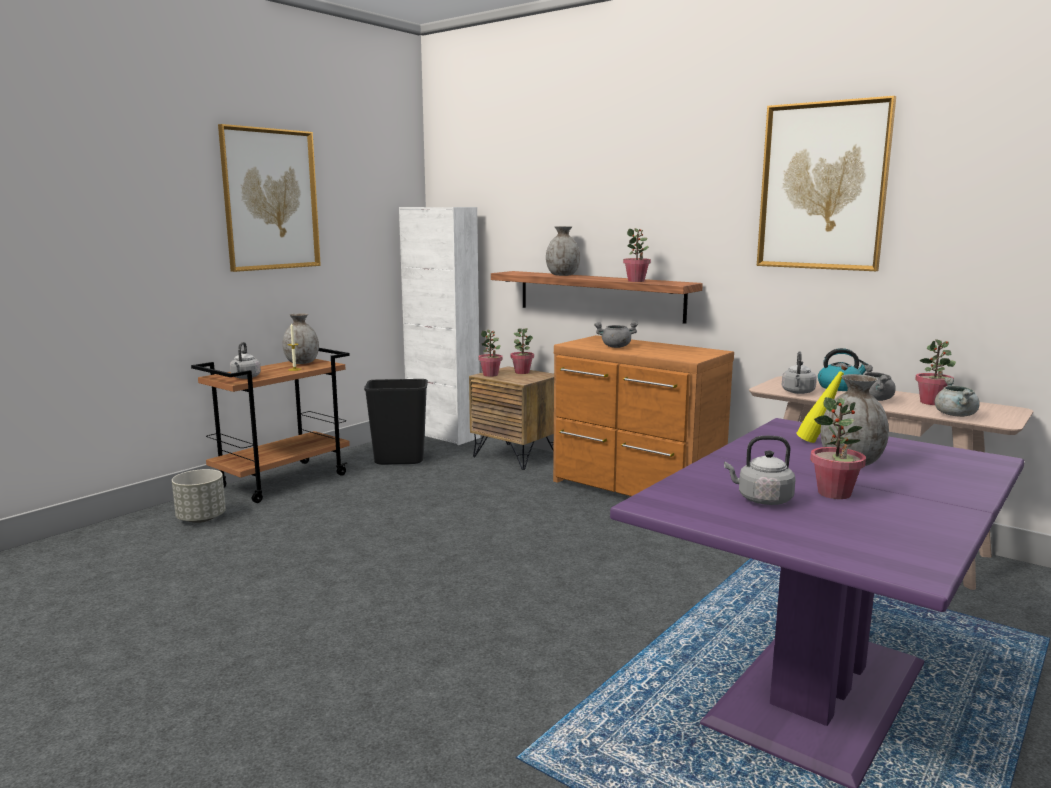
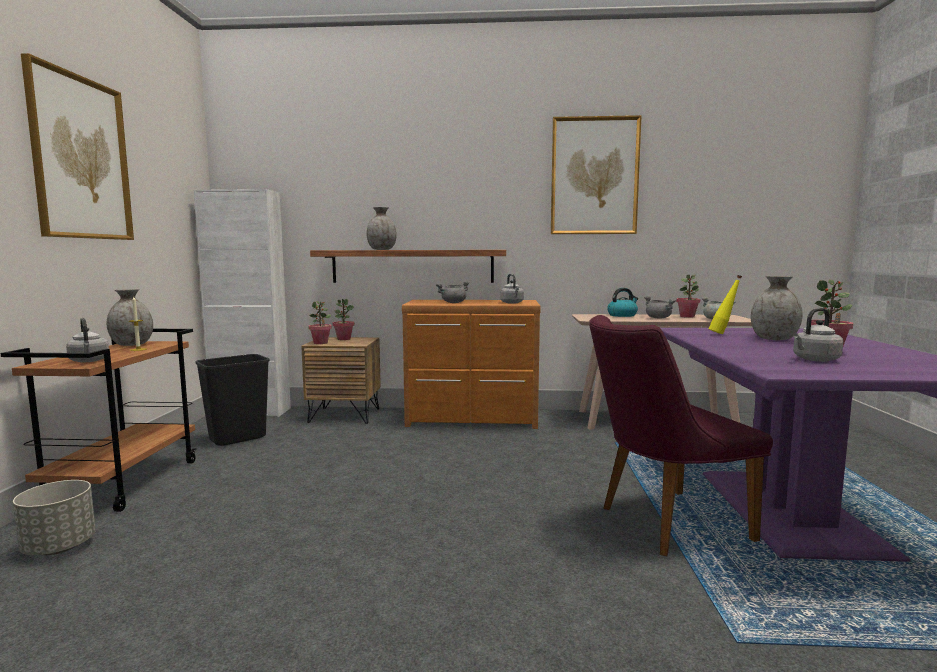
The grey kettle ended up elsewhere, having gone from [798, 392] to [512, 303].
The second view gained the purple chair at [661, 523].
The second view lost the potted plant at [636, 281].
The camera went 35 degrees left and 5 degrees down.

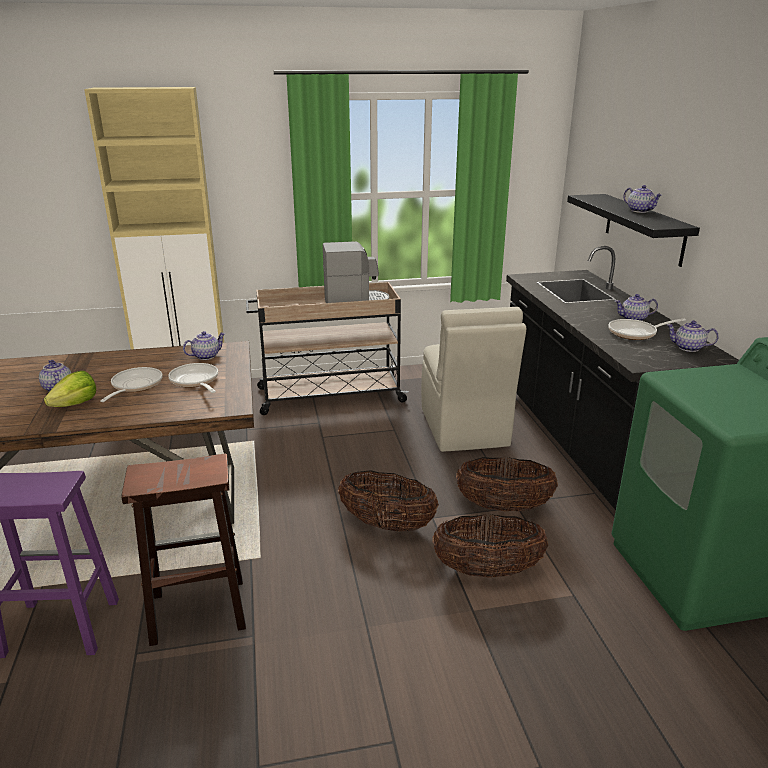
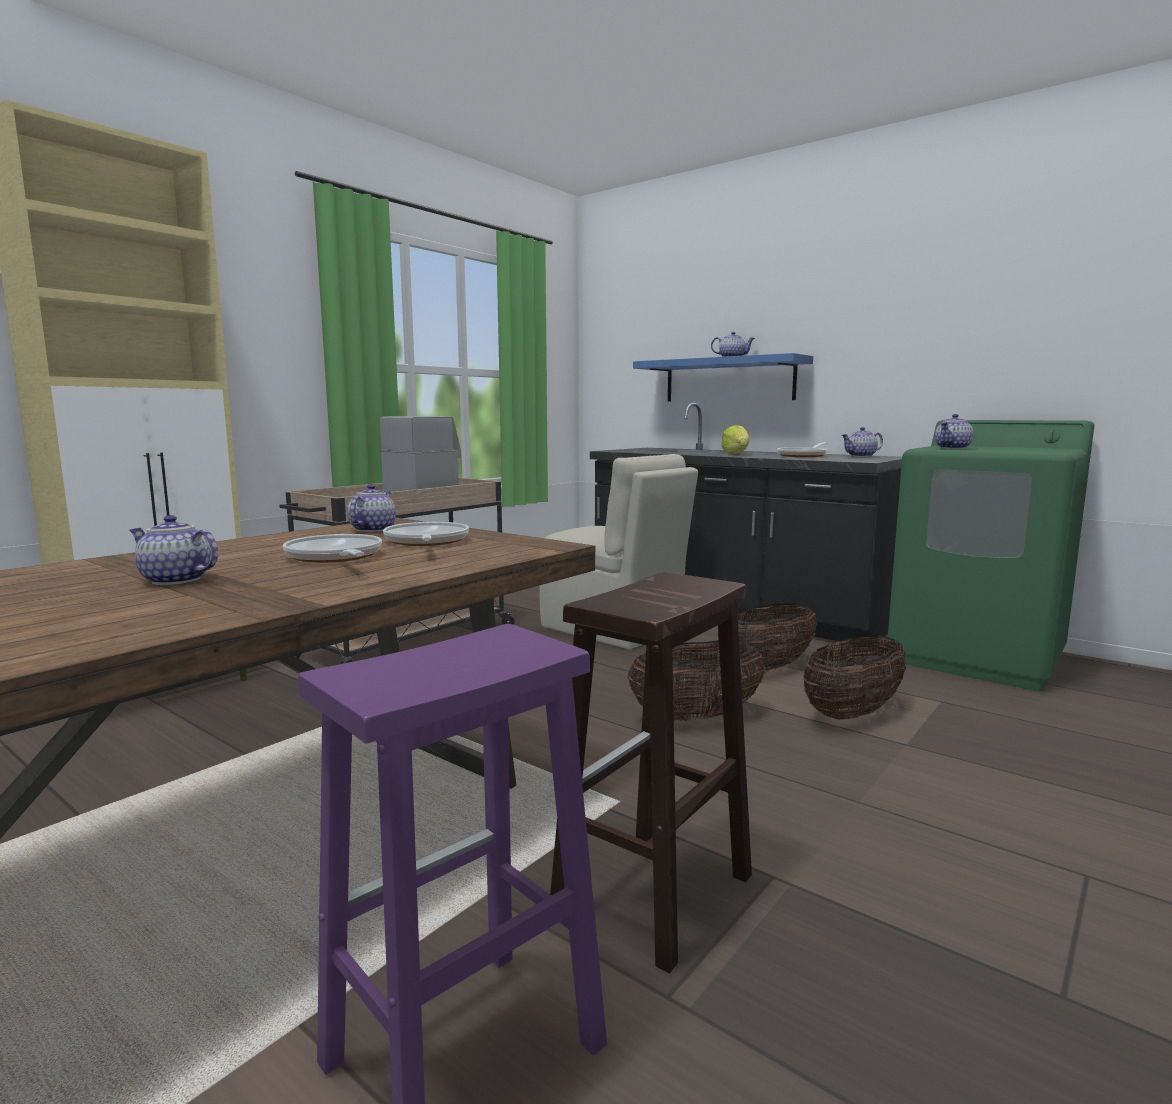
The frying pan at [195, 381] ended up facing another way, 60 degrees clockwise from before.
What was the black shelf at [644, 228] turned into the blue shelf at [729, 380].
The lettuce ended up elsewhere, having gone from [76, 404] to [736, 454].
The teapot ended up elsewhere, having gone from [633, 319] to [953, 448].
The camera went 40 degrees left and 15 degrees down.

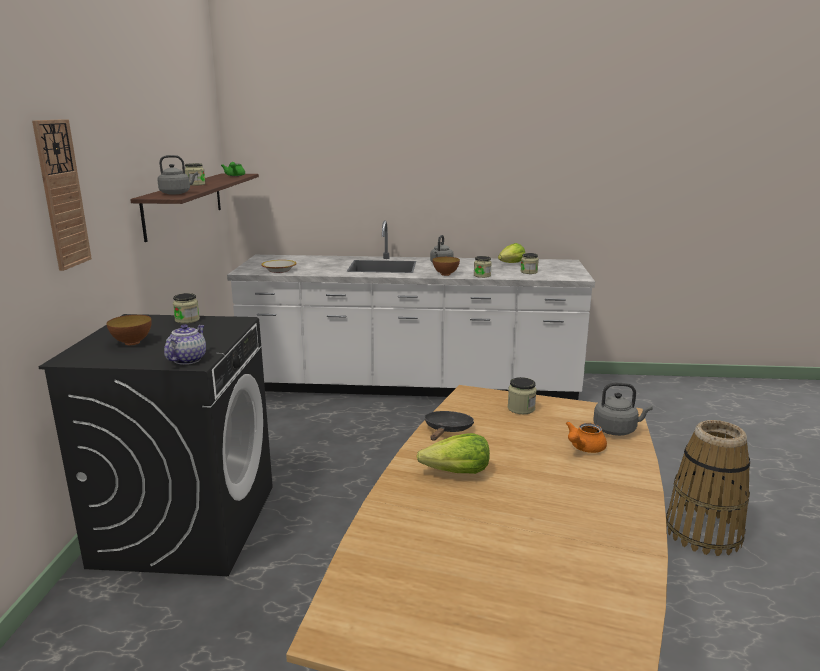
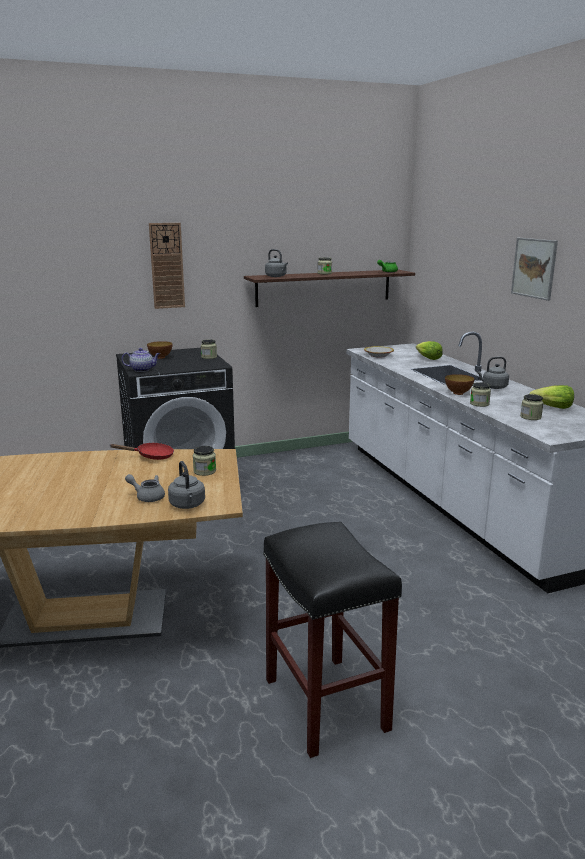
What was the black frying pan at [447, 430] turned into the red frying pan at [151, 456].
What was the orange teapot at [584, 448] turned into the grey teapot at [147, 497].
Where the basket stood at [703, 532], the black stool came to stand at [327, 705].
The lettuce ended up elsewhere, having gone from [457, 473] to [427, 358].
The second view gained the picture at [534, 268].
The camera went 65 degrees right and 0 degrees up.

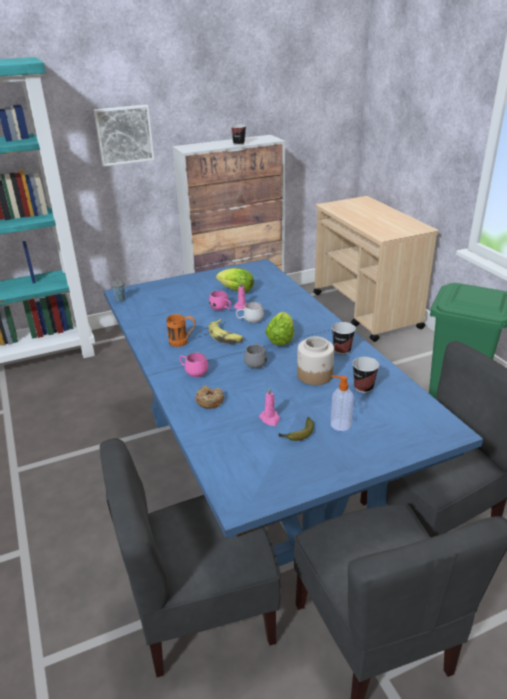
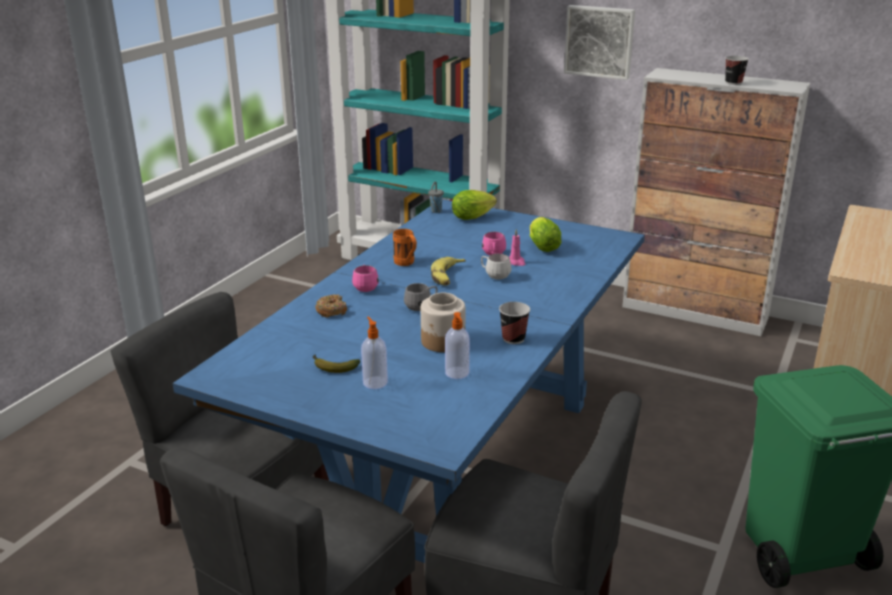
Where the cup stood at [363, 387], the soap dispenser came to stand at [457, 373].
The lettuce ended up elsewhere, having gone from [281, 338] to [474, 217].
The second view lost the pink candle at [270, 419].
The camera went 50 degrees right and 5 degrees down.

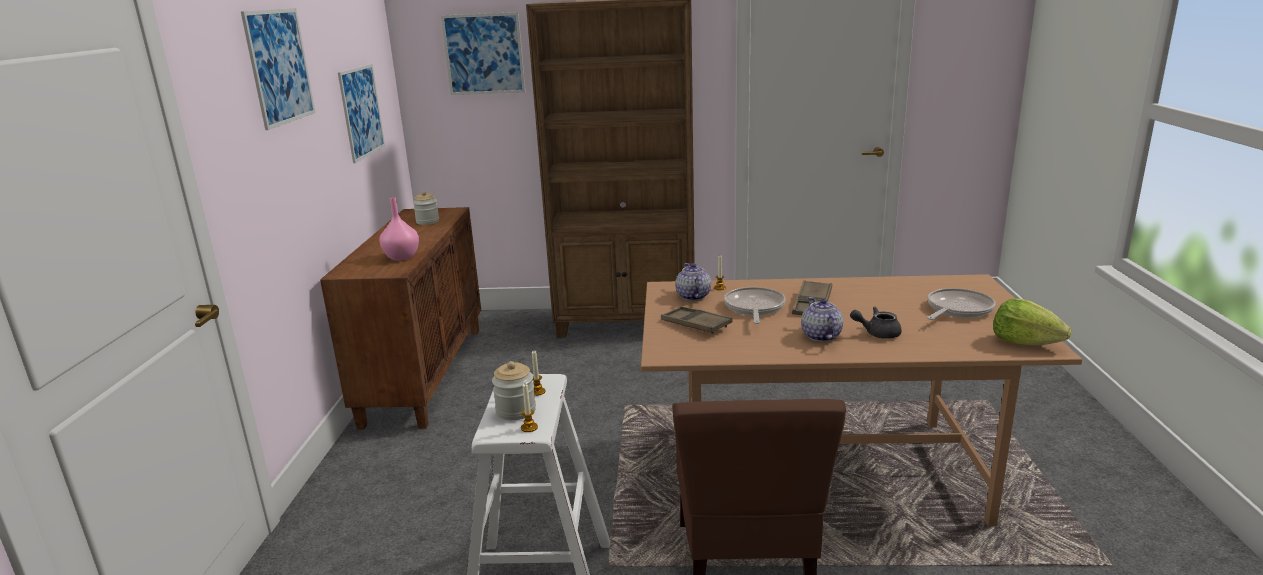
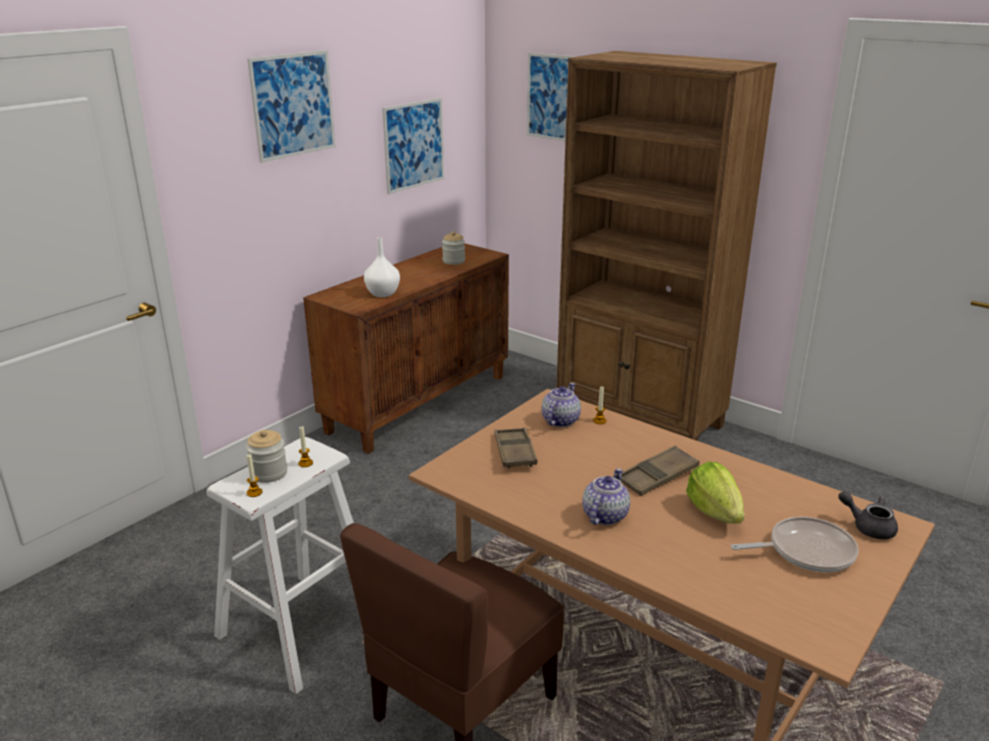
What was the pink vase at [402, 257] turned into the white vase at [383, 294].
The lettuce ended up elsewhere, having gone from [1024, 342] to [714, 512].
The grey teapot ended up elsewhere, having gone from [877, 333] to [868, 526].
The second view lost the frying pan at [754, 308].
The camera went 35 degrees right and 5 degrees up.

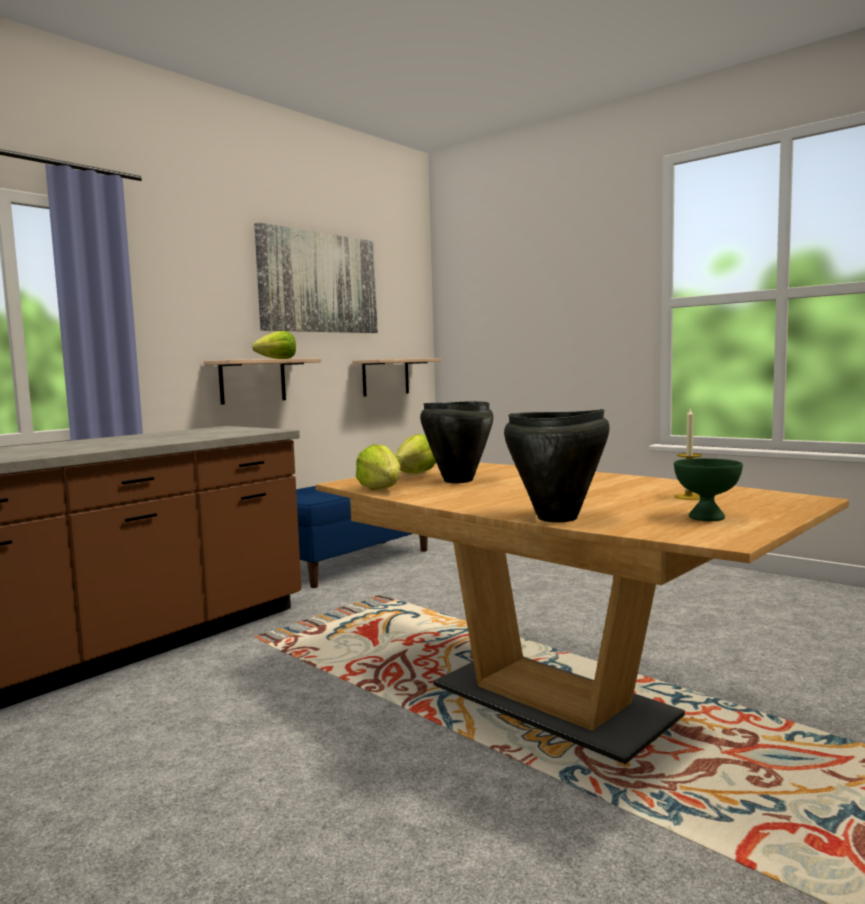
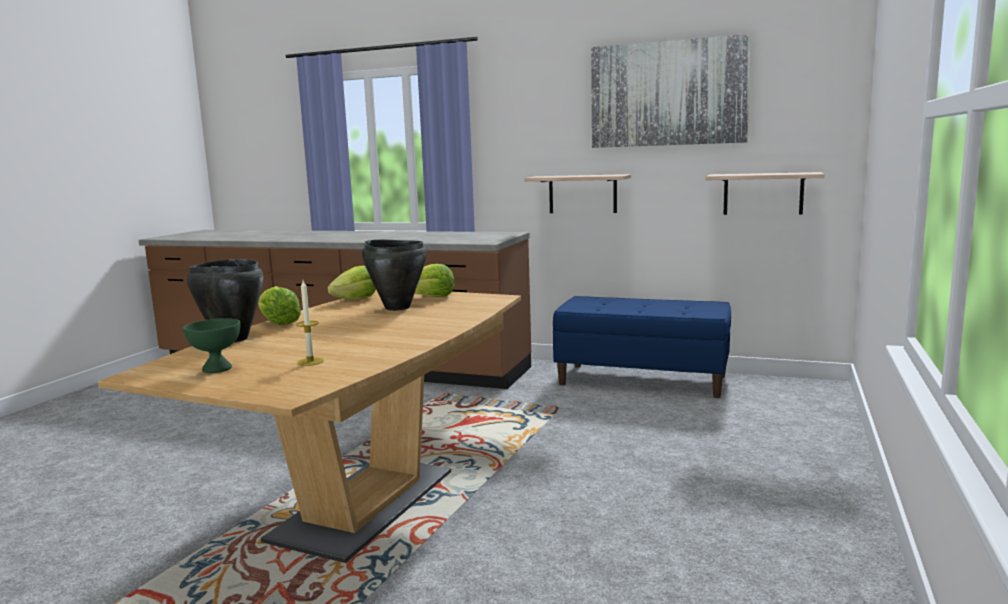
The lettuce ended up elsewhere, having gone from [277, 359] to [278, 323].
The camera went 70 degrees right and 5 degrees up.

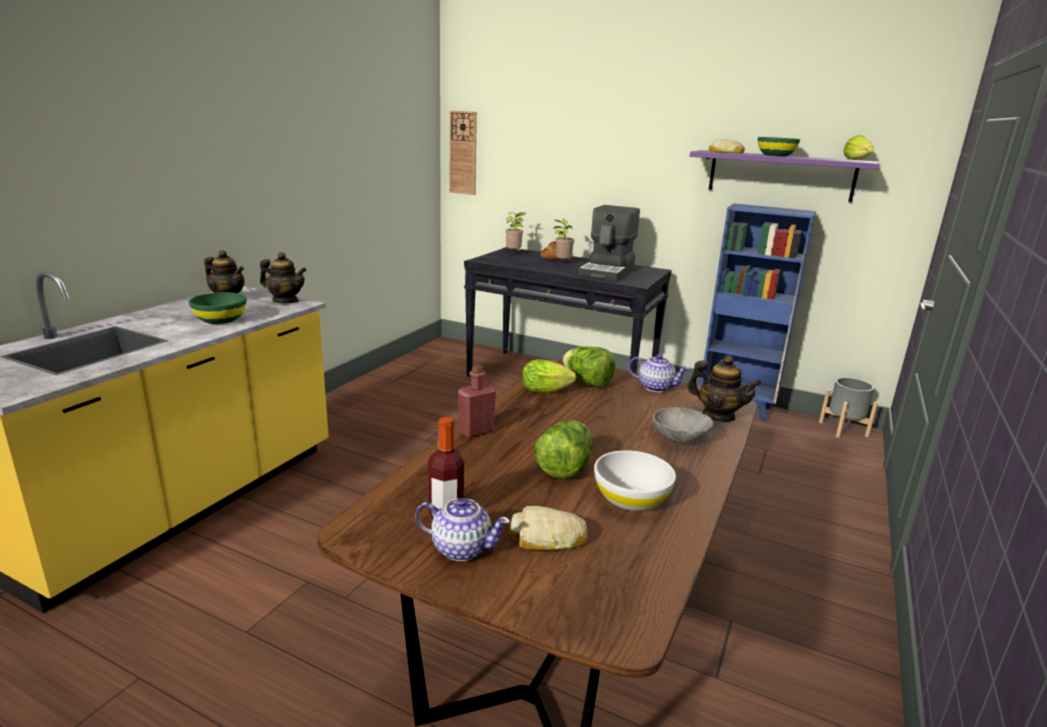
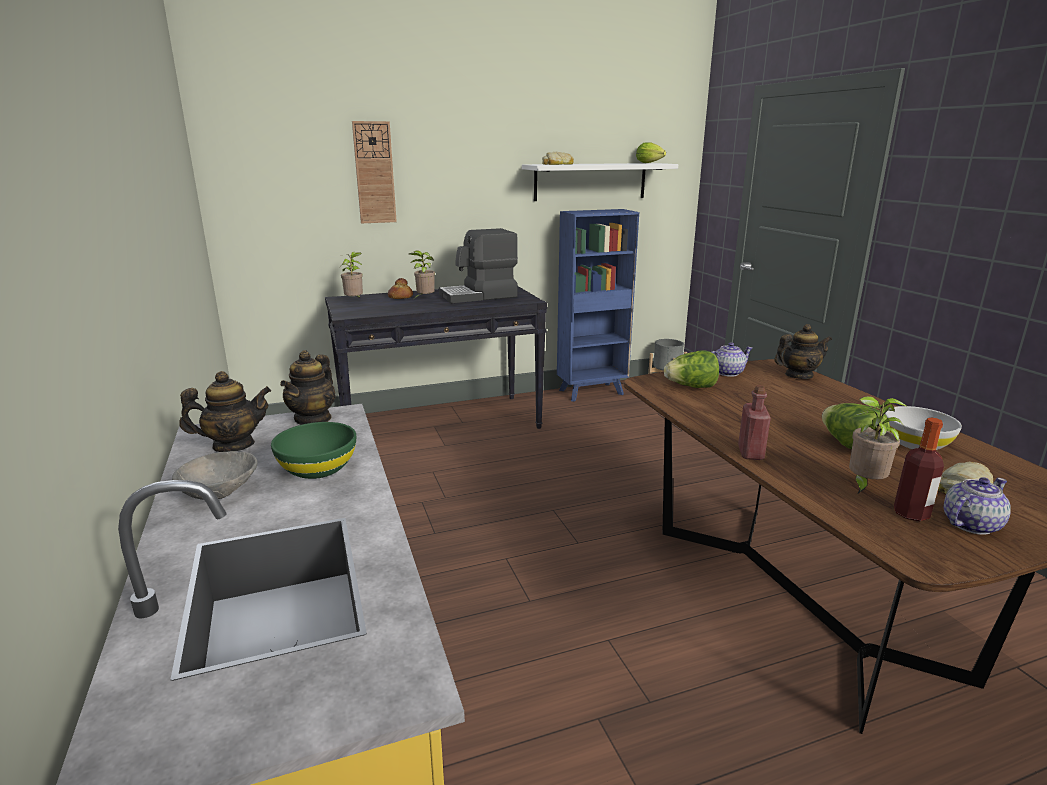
The grey bowl ended up elsewhere, having gone from [681, 438] to [221, 492].
The teapot at [285, 301] ended up facing another way, 135 degrees clockwise from before.
The wall clock ended up elsewhere, having gone from [463, 153] to [374, 173].
The coffee machine at [608, 271] ended up facing another way, 90 degrees clockwise from before.
What was the purple shelf at [780, 175] turned into the white shelf at [590, 181].
The second view gained the potted plant at [864, 485].
The second view lost the lettuce at [548, 391].
The second view lost the green bowl at [775, 155].
The camera went 45 degrees left and 0 degrees up.

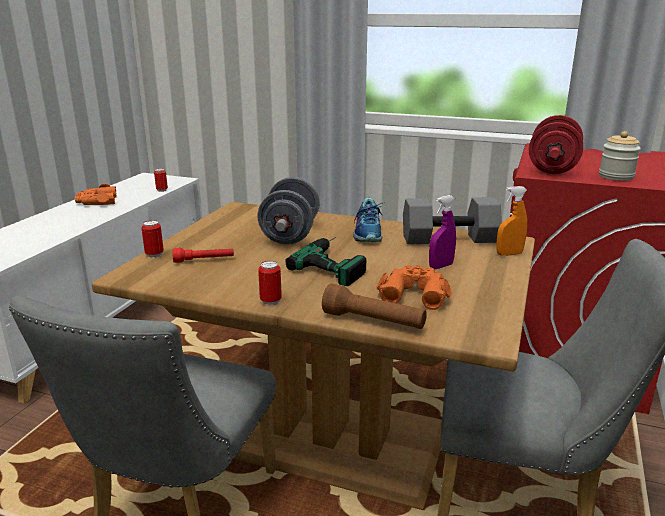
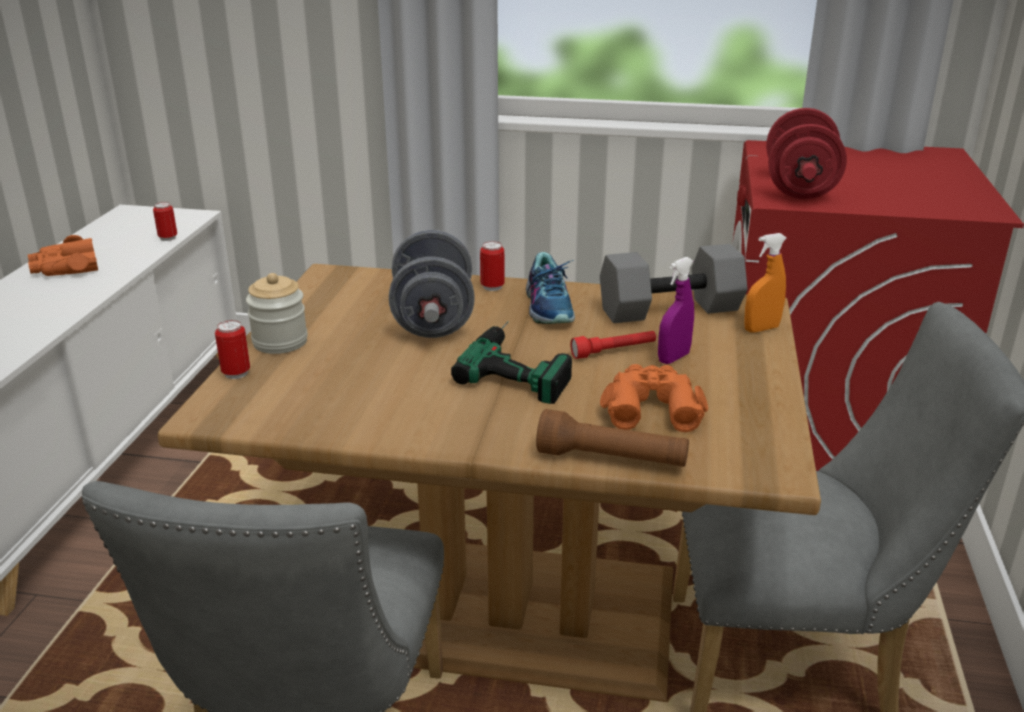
The jar ended up elsewhere, having gone from [616, 176] to [280, 342].
The can ended up elsewhere, having gone from [270, 301] to [492, 287].
The red flashlight ended up elsewhere, having gone from [204, 260] to [614, 351].
The camera went 10 degrees left and 5 degrees up.

